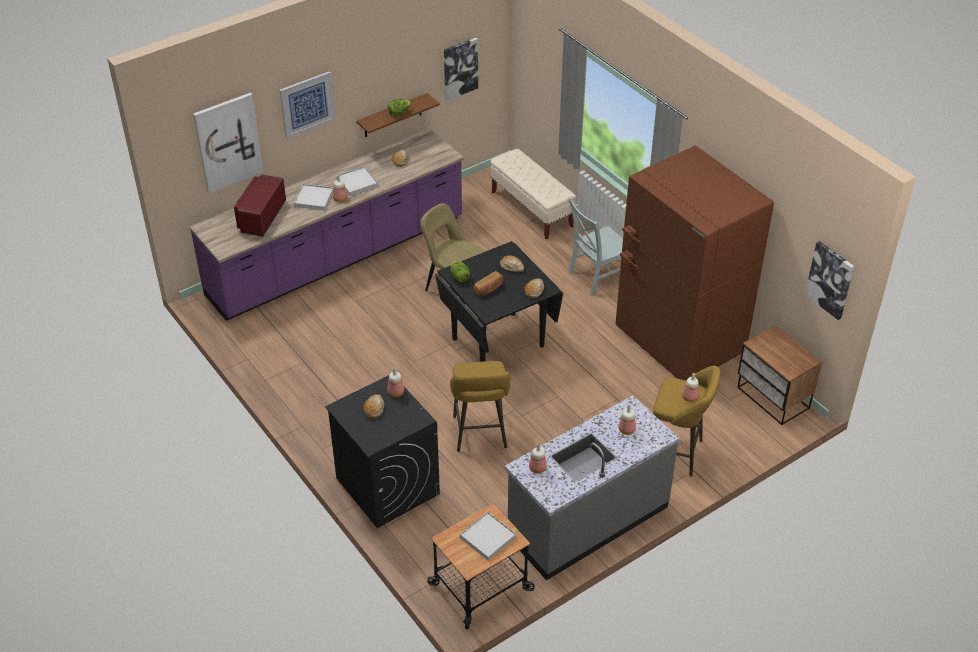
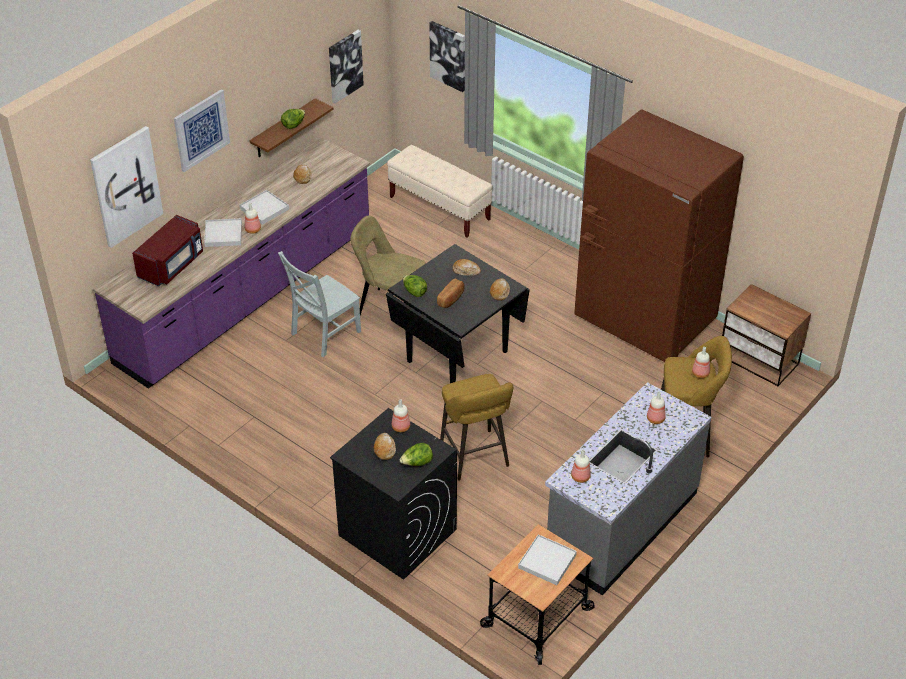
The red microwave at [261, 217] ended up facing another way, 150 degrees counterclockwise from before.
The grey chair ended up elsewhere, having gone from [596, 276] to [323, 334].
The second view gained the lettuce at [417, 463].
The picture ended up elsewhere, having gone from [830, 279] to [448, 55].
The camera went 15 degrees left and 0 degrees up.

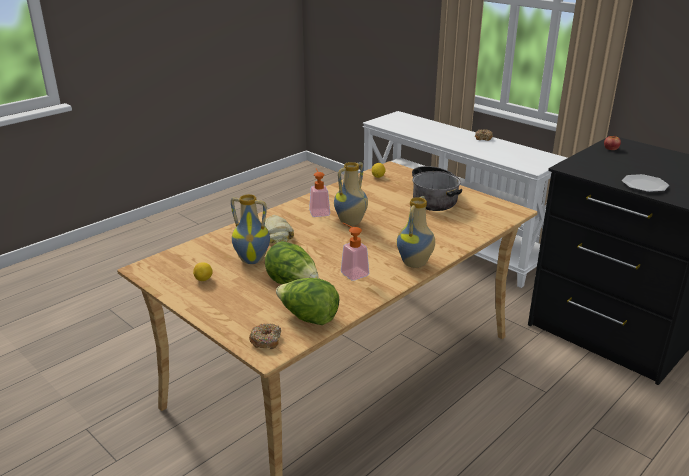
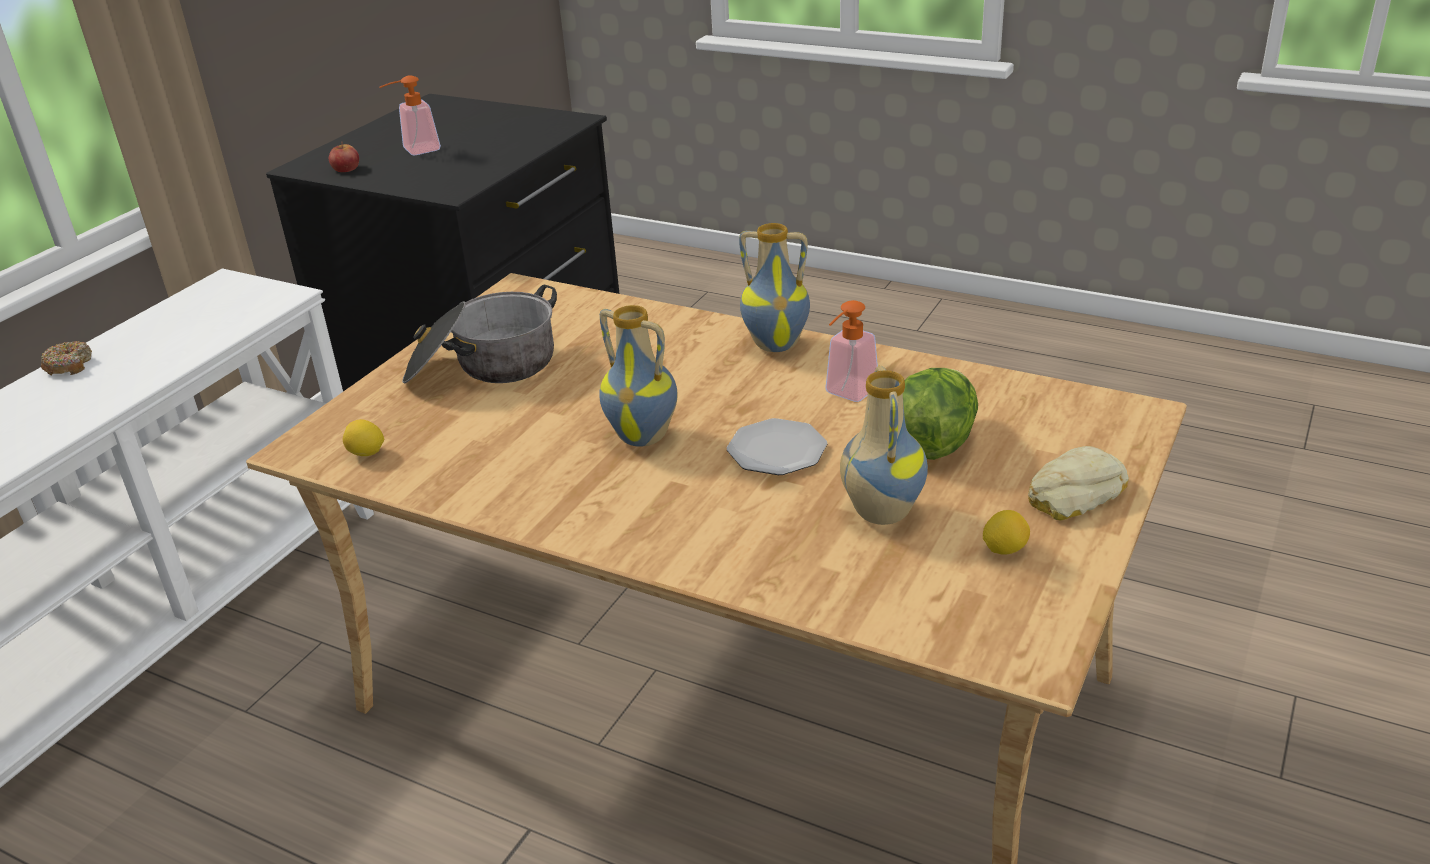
The soap dispenser ended up elsewhere, having gone from [319, 211] to [415, 151].
The plate ended up elsewhere, having gone from [644, 185] to [776, 451].
The bread ended up elsewhere, having gone from [277, 234] to [1072, 493].
The second view lost the donut at [266, 340].
The second view lost the lettuce at [308, 318].
The camera went 105 degrees left and 5 degrees up.

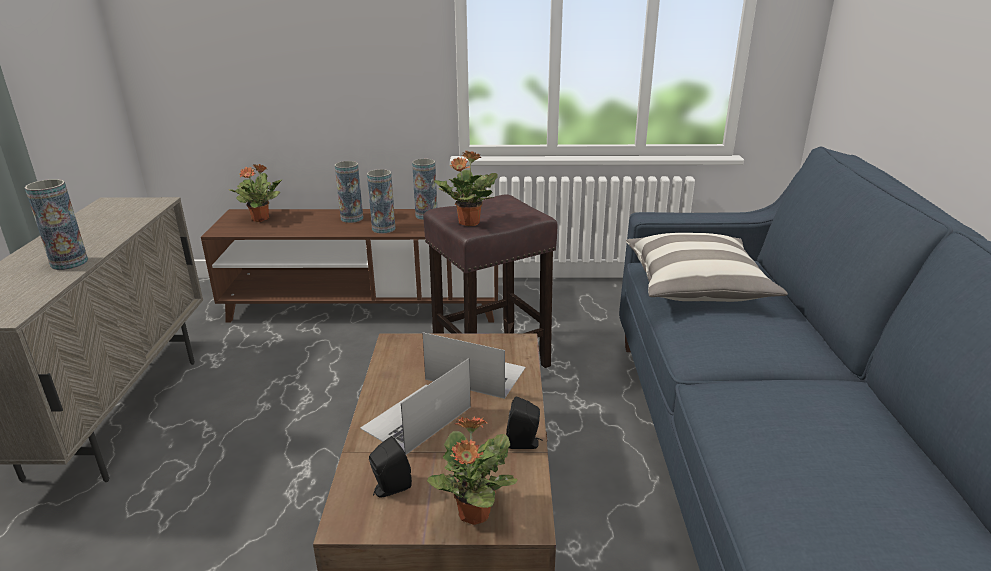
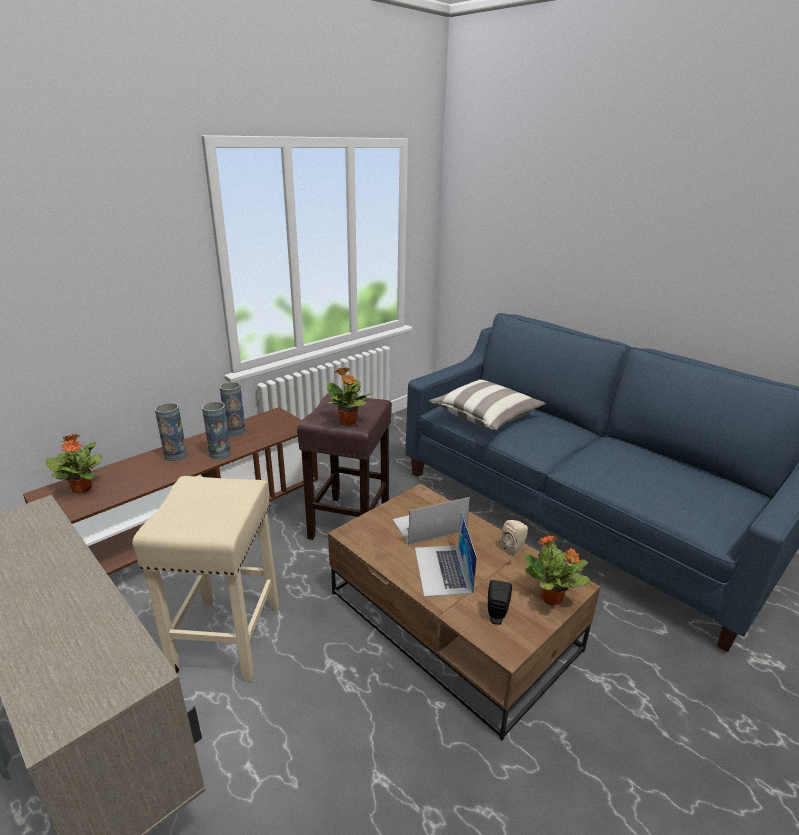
The second view gained the beige stool at [227, 640].
What was the black speaker at [524, 443] turned into the beige speaker at [514, 548].
The second view lost the vase at [69, 263].
The camera went 45 degrees left and 0 degrees up.

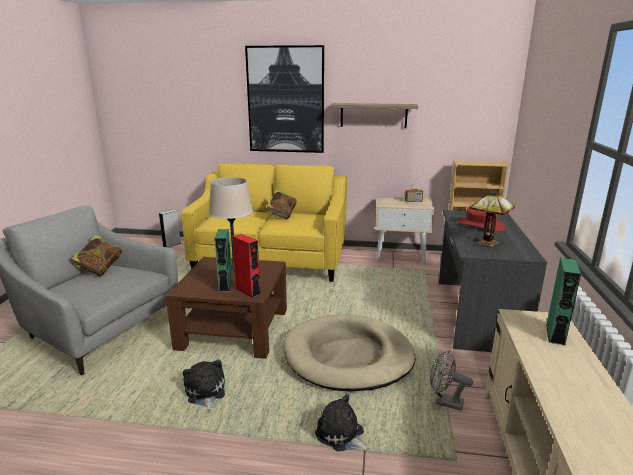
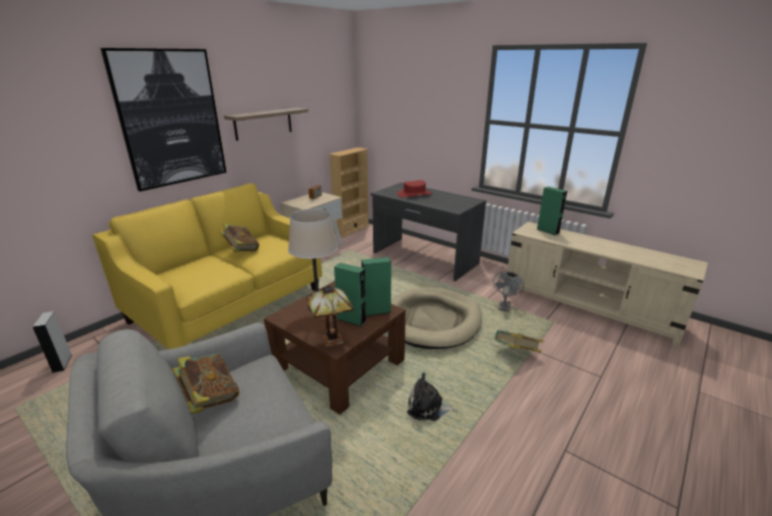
The table lamp ended up elsewhere, having gone from [486, 243] to [331, 341].
What was the red speaker at [248, 291] turned into the green speaker at [376, 311].
The grey fan at [444, 402] ended up facing another way, 150 degrees clockwise from before.
Where the plush toy stood at [341, 435], the book came to stand at [515, 353].
The camera went 60 degrees left and 5 degrees up.

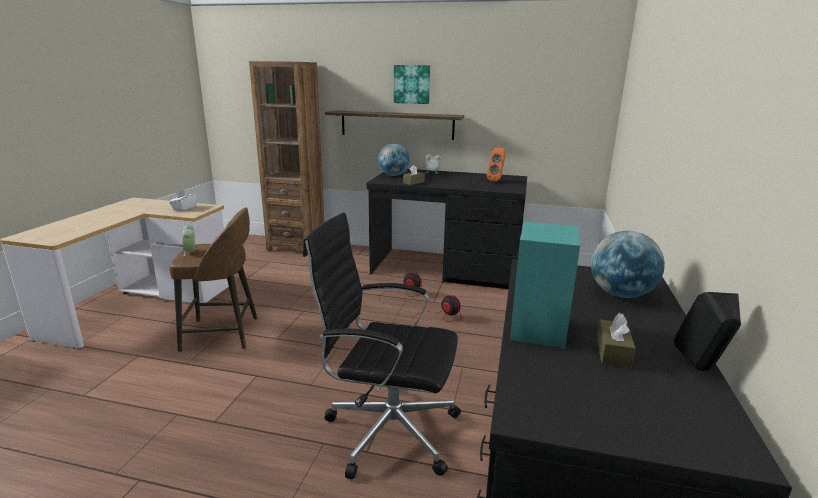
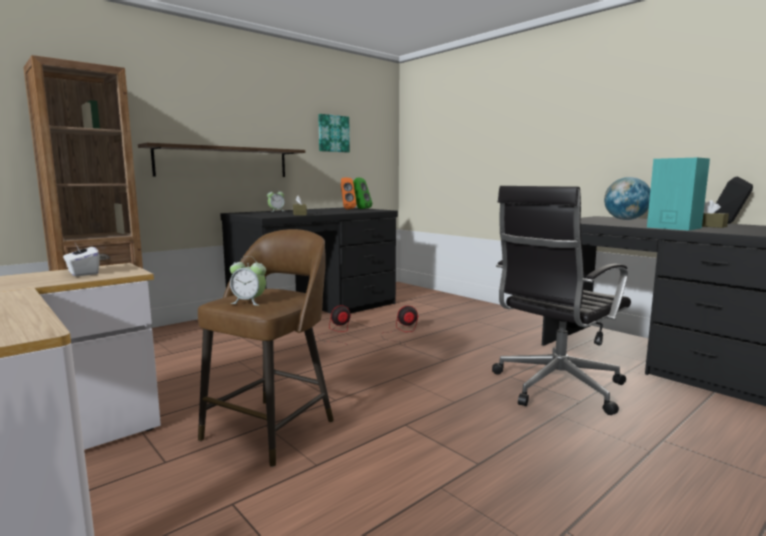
The picture ended up elsewhere, having gone from [412, 84] to [333, 133].
The second view gained the green speaker at [360, 209].
The second view lost the globe at [393, 175].
The camera went 55 degrees left and 10 degrees down.

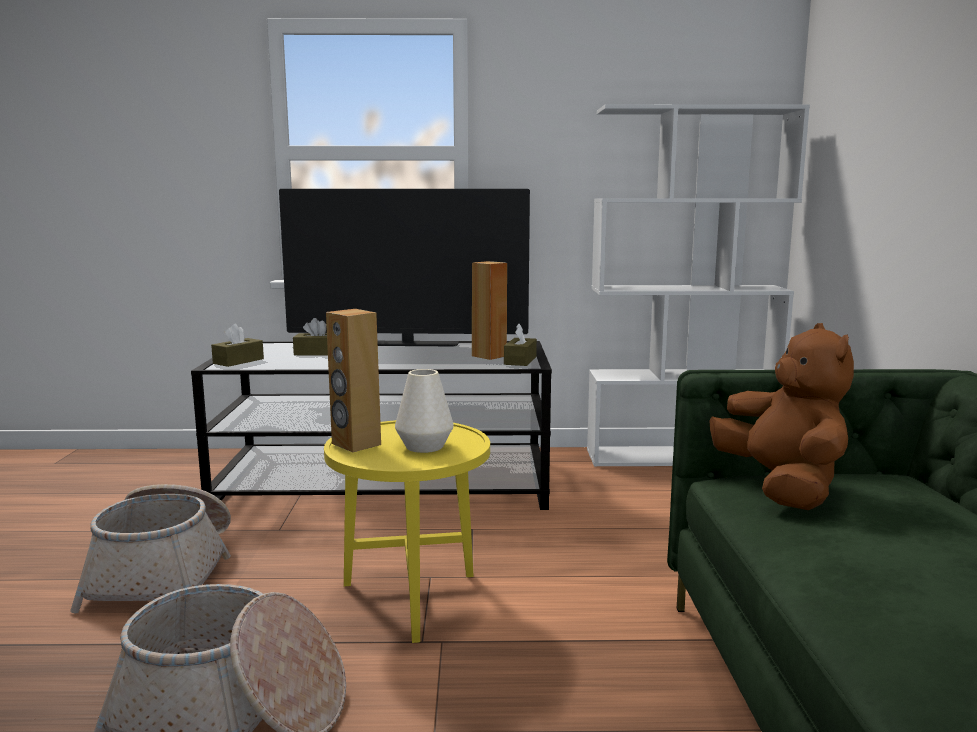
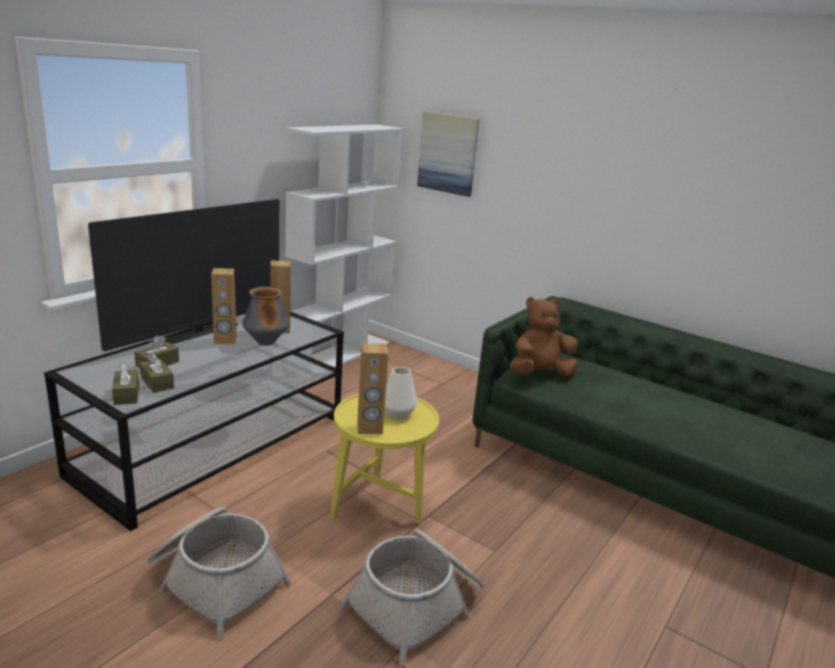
The brown tissue box ended up elsewhere, having gone from [520, 360] to [157, 383].
The second view gained the brown speaker at [225, 340].
The second view gained the vase at [266, 343].
The second view gained the picture at [448, 153].
The brown plush toy at [781, 488] ended up facing another way, 45 degrees counterclockwise from before.
The camera went 55 degrees left and 10 degrees up.

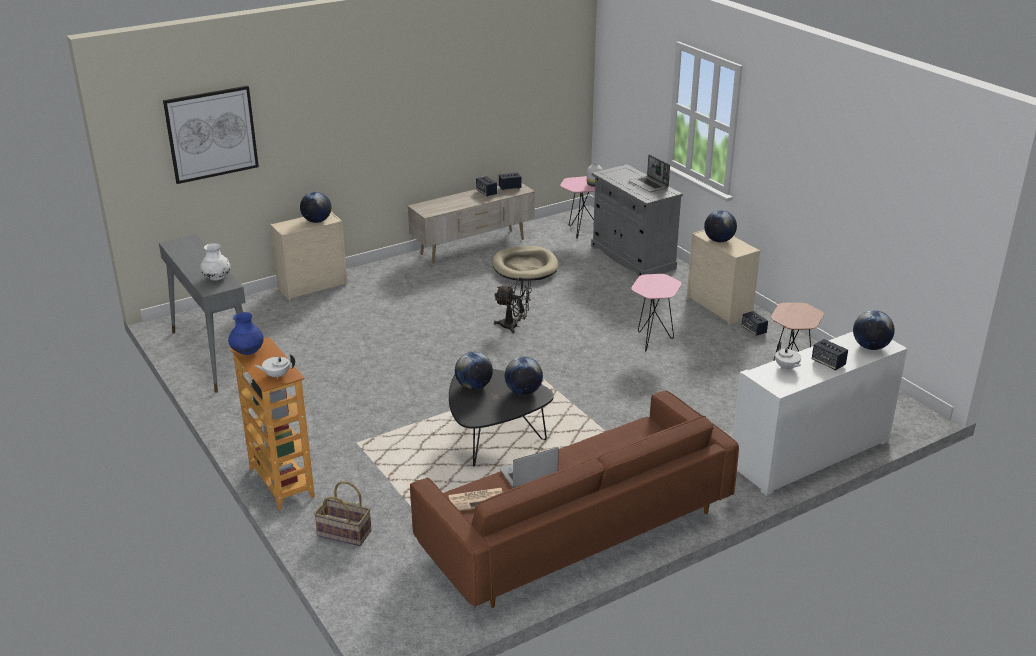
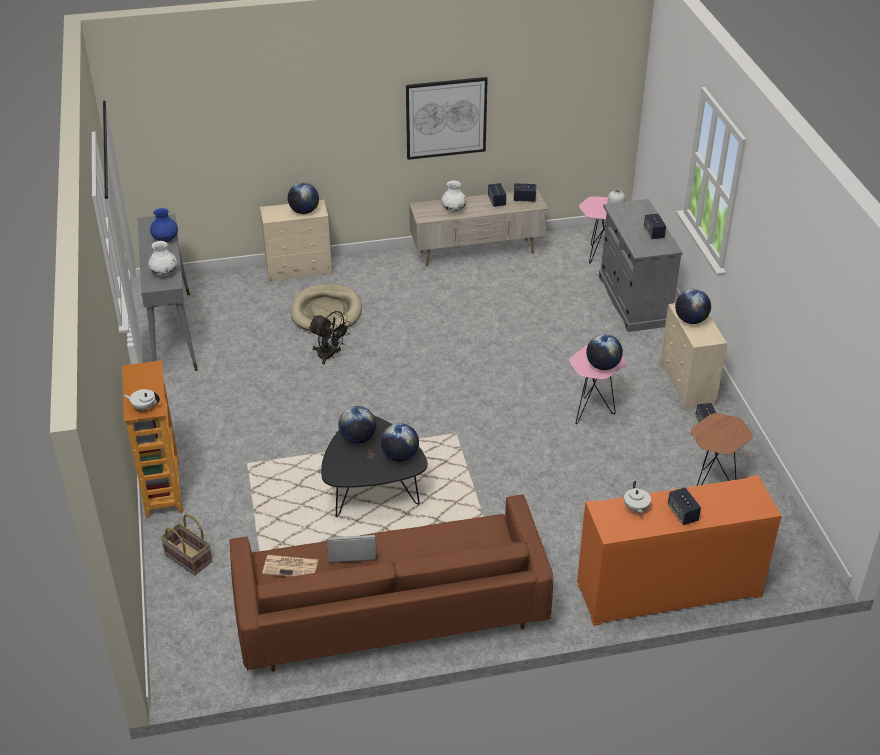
The blue vase ended up elsewhere, having gone from [248, 352] to [166, 240].
The beige dog bed ended up elsewhere, having gone from [525, 267] to [326, 312].
The black fan ended up elsewhere, having gone from [514, 326] to [330, 356].
The picture ended up elsewhere, having gone from [211, 134] to [446, 118].
The second view gained the white vase at [453, 210].
What was the white cabinet at [810, 454] turned into the orange cabinet at [668, 589].
The globe ended up elsewhere, having gone from [870, 347] to [602, 366].
Where the laptop stood at [649, 185], the speaker came to stand at [653, 233].
The camera went 20 degrees right and 10 degrees up.

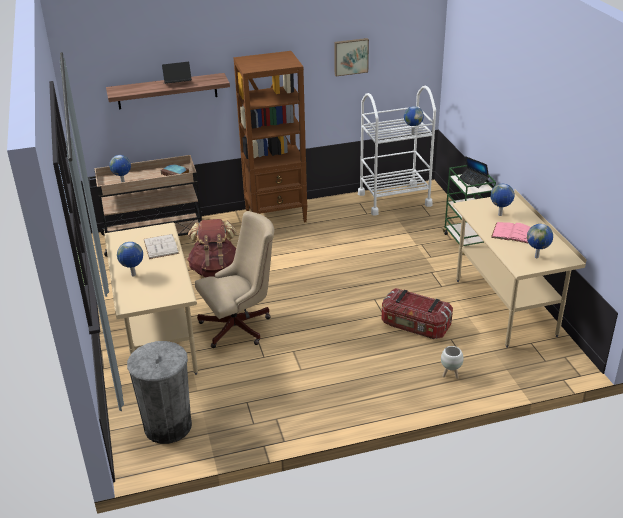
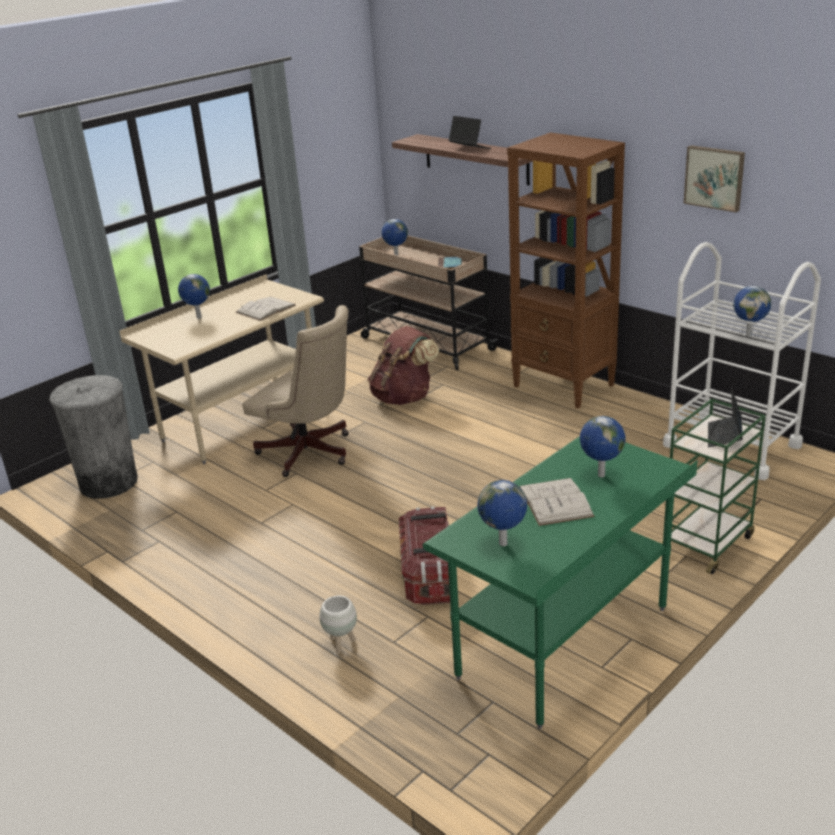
What was the beige desk at [505, 307] turned into the green desk at [564, 643].
What was the pink book at [512, 233] turned into the white book at [555, 502].
The camera went 60 degrees right and 5 degrees down.

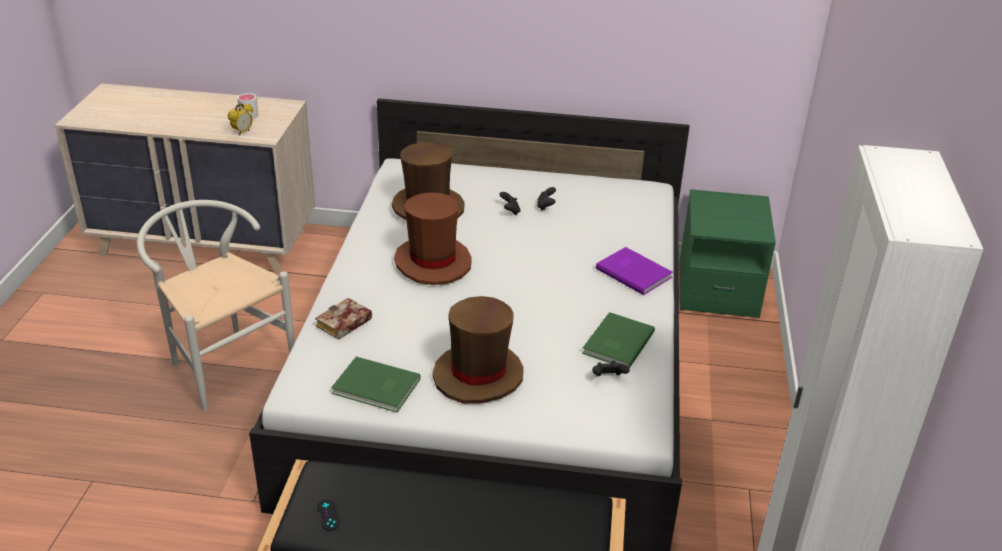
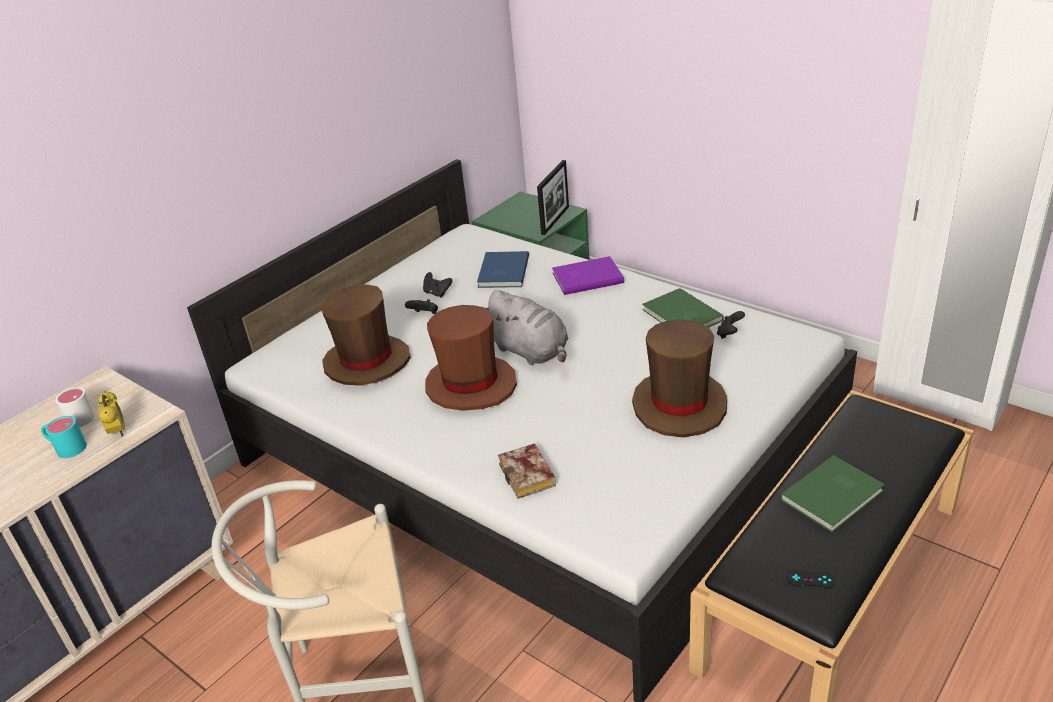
The second view gained the turquoise mug at [66, 447].
The second view gained the blue book at [502, 272].
The second view gained the grey plush toy at [531, 351].
The second view gained the picture frame at [555, 220].
The green book ended up elsewhere, having gone from [376, 388] to [834, 496].
The camera went 55 degrees left and 0 degrees up.

